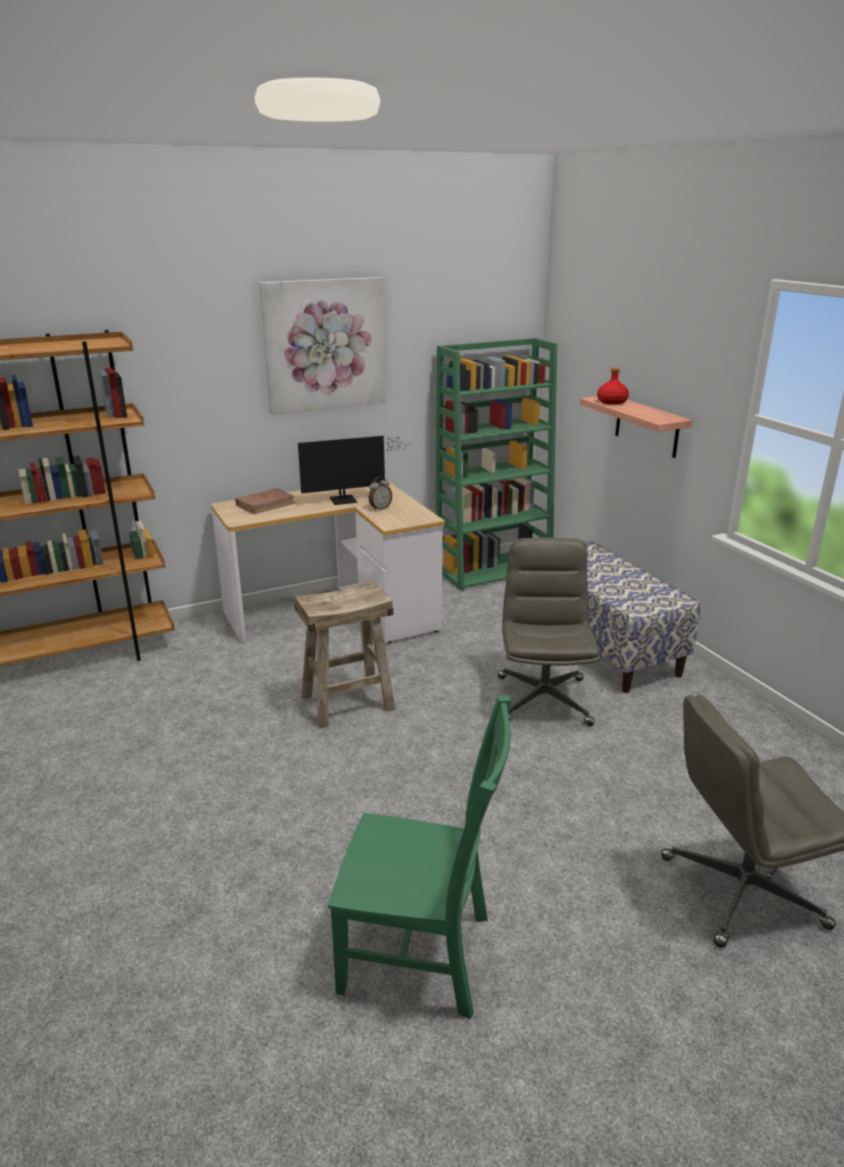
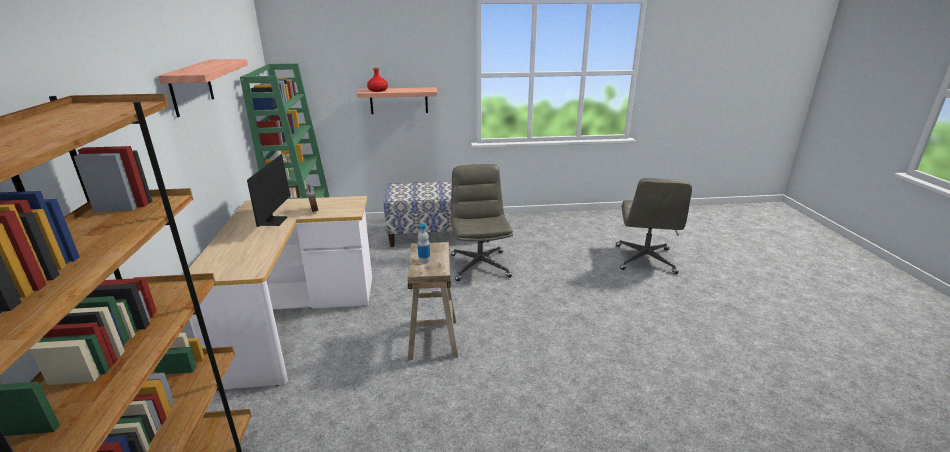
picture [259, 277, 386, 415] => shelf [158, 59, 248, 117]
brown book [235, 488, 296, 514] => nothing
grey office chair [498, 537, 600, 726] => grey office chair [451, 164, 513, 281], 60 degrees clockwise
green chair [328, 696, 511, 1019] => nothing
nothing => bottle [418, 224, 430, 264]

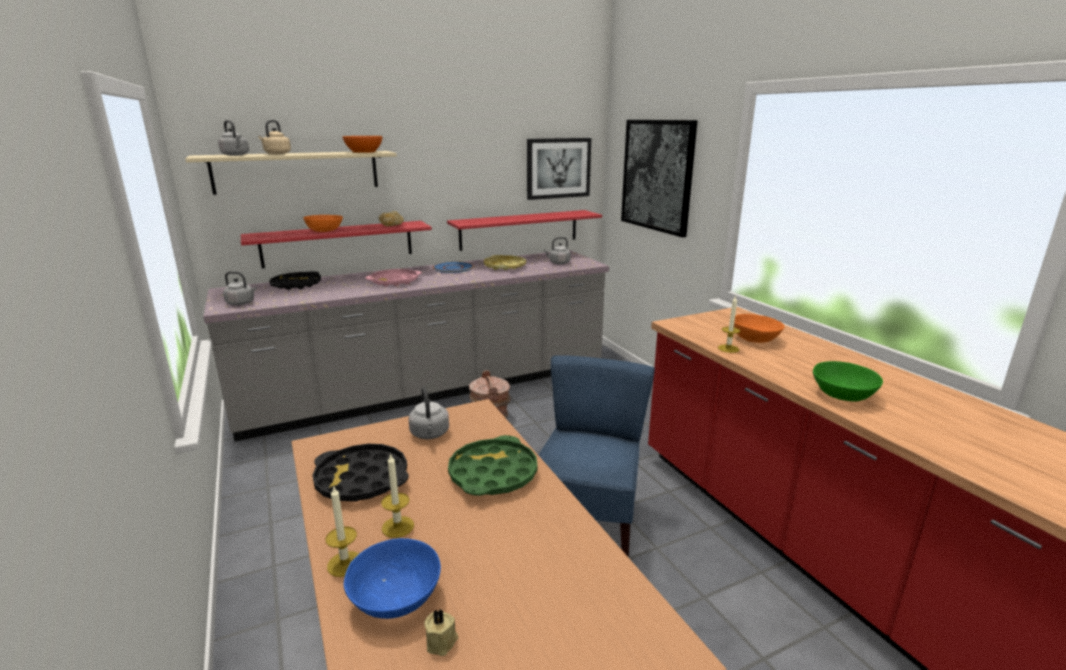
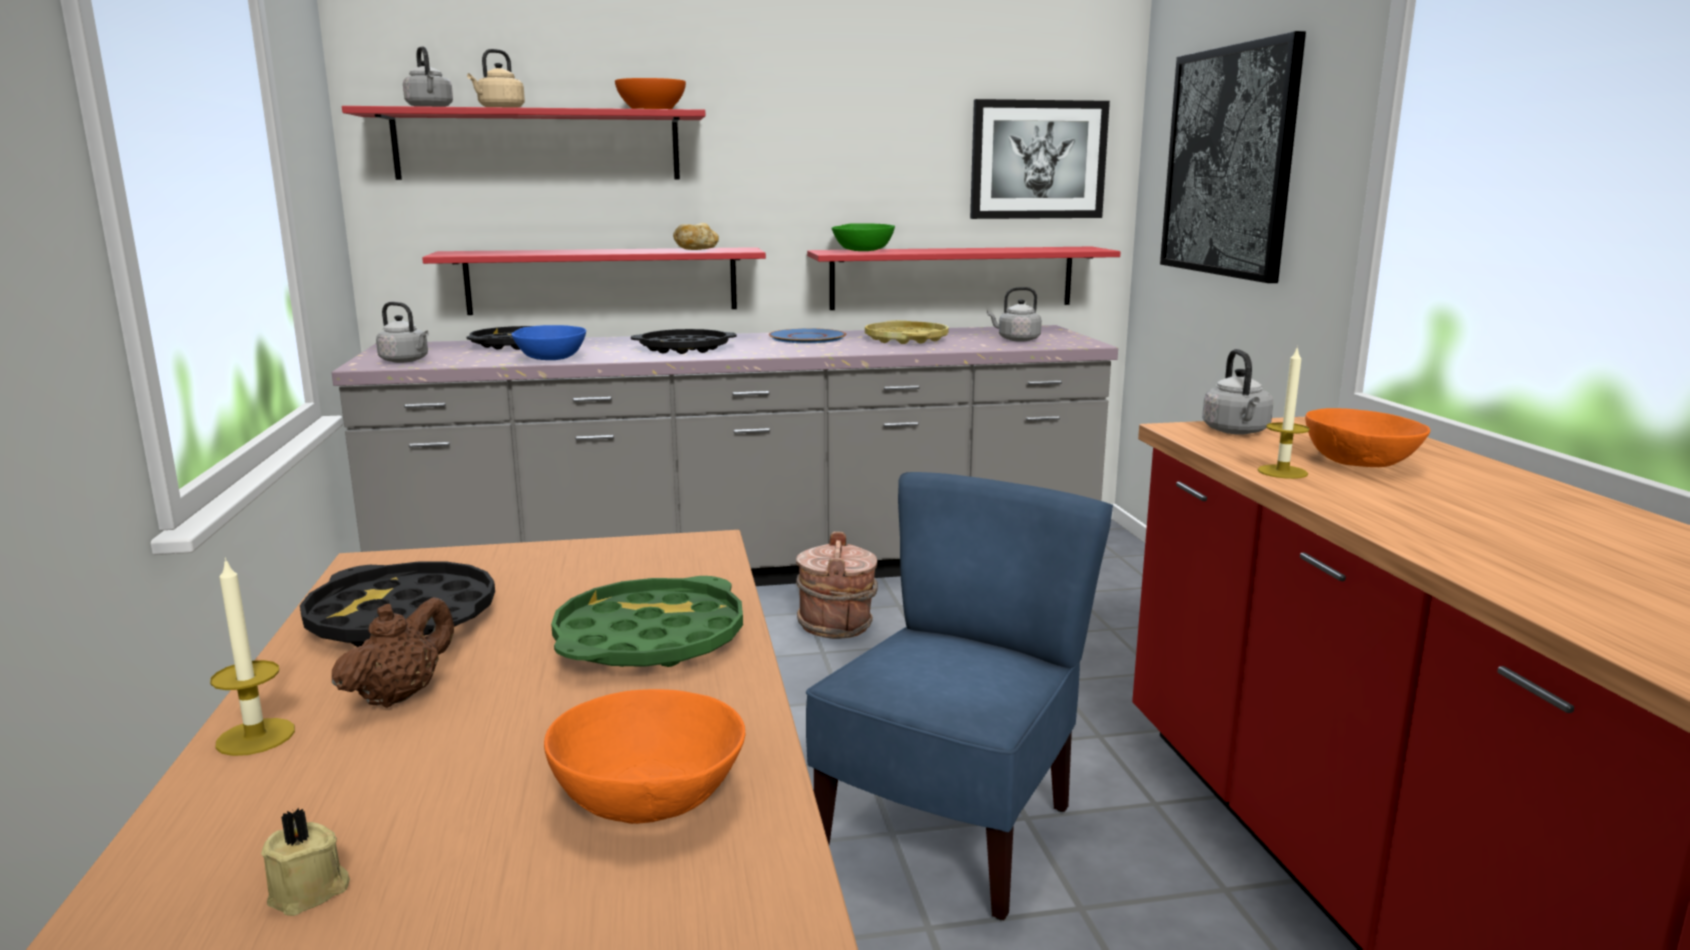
beige shelf [185, 151, 397, 195] => red shelf [342, 106, 705, 180]
orange bowl [304, 215, 343, 232] => orange bowl [544, 689, 745, 824], move
pink tray [365, 269, 422, 287] => black tray [631, 329, 737, 354]
green bowl [813, 361, 883, 402] => green bowl [831, 223, 895, 251], move
grey kettle [408, 386, 449, 439] => grey kettle [1202, 349, 1274, 435], move
candle [381, 453, 414, 538] => brown teapot [332, 597, 454, 708]
blue bowl [344, 538, 441, 619] => blue bowl [512, 325, 586, 360], move

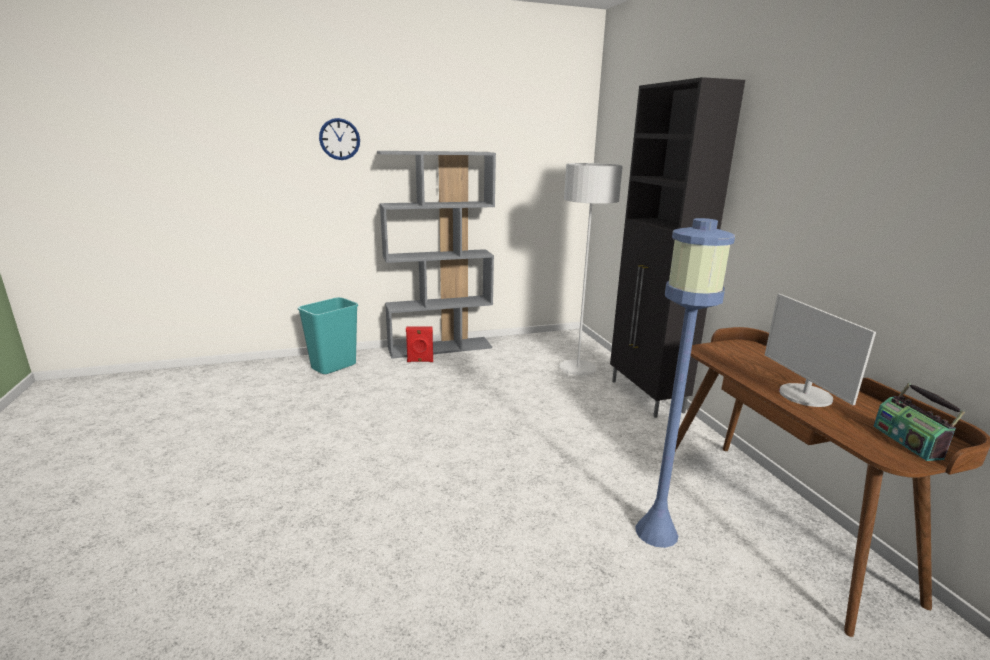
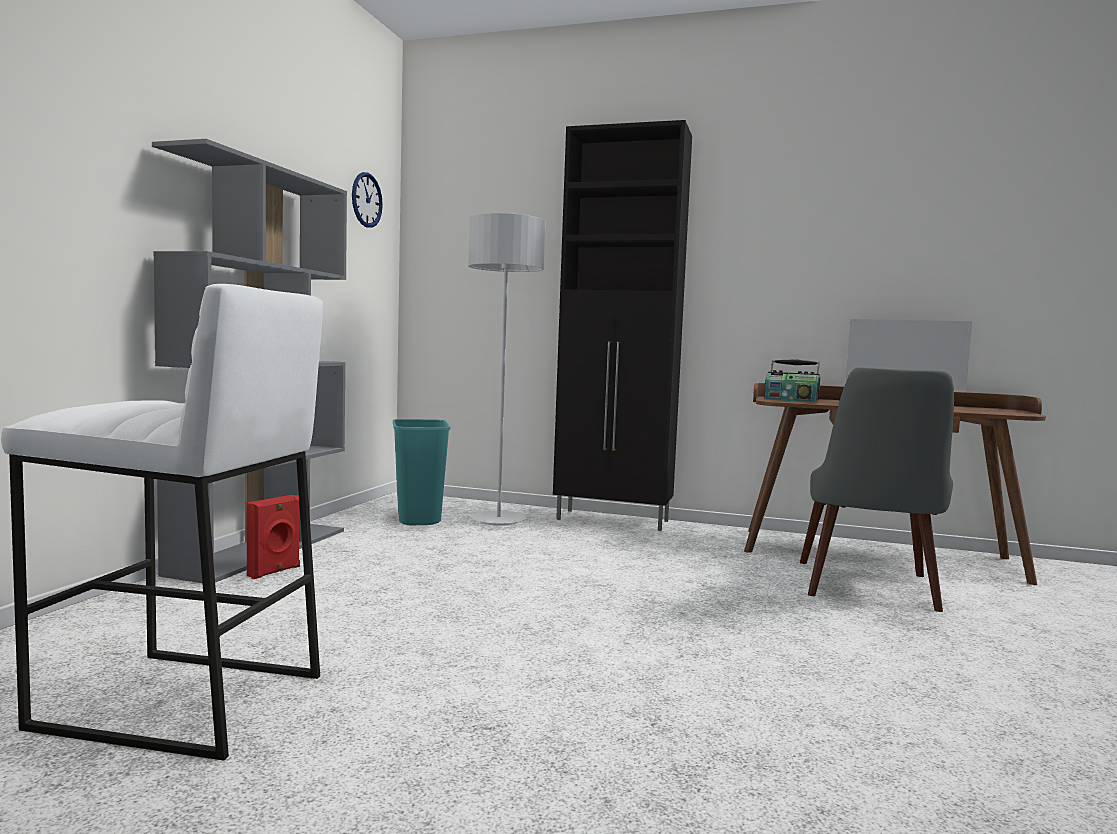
wall clock [319, 118, 360, 160] => wall clock [352, 172, 383, 228], move
blue floor lamp [635, 218, 735, 548] => grey chair [800, 367, 954, 612]
turquoise trash can [298, 297, 358, 374] => turquoise trash can [393, 419, 451, 525], move
radio [874, 383, 965, 461] => radio [764, 359, 820, 403], move
nothing => white stool [1, 284, 323, 760]

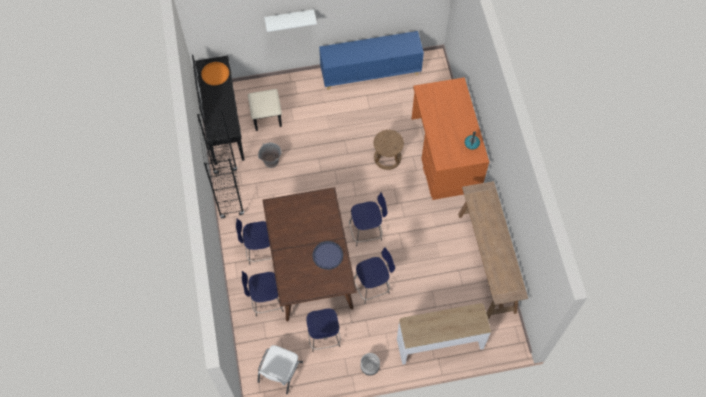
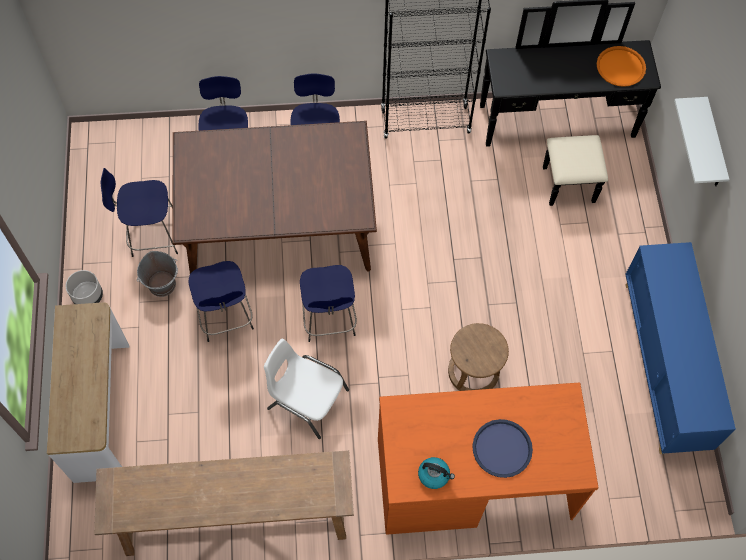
grey bucket [258, 142, 282, 168] => grey bucket [137, 251, 178, 297], move
blue tray [313, 241, 343, 270] => blue tray [472, 419, 533, 478], move
white chair [258, 345, 303, 394] => white chair [264, 339, 349, 439], move

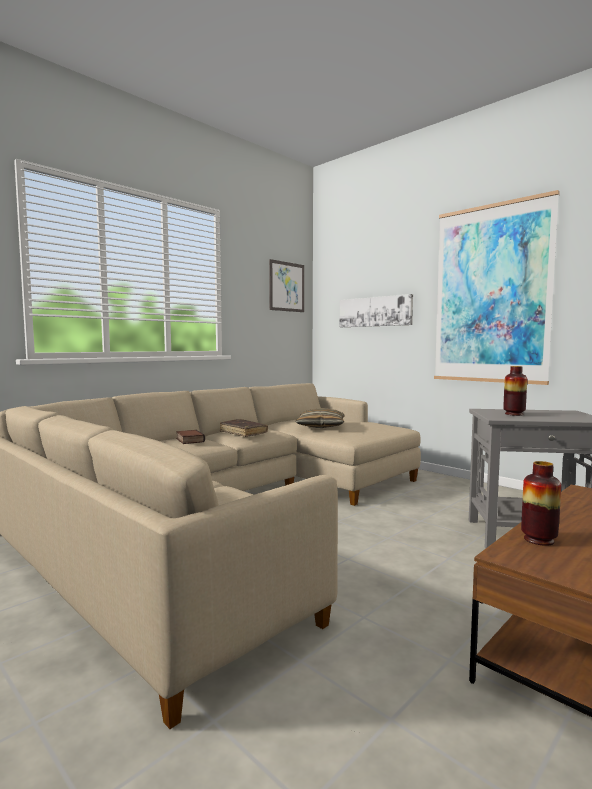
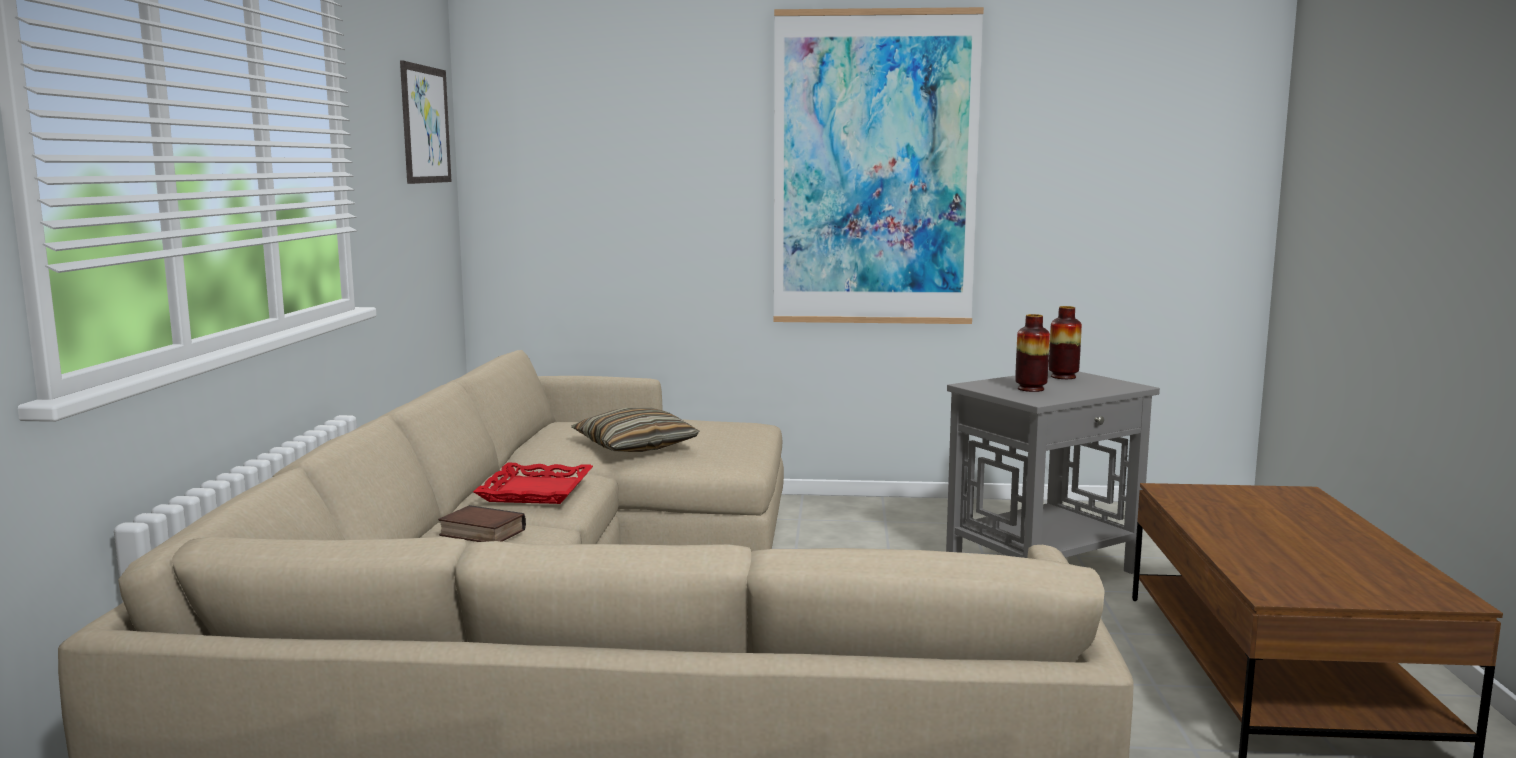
picture [340, 294, 413, 327] => nothing
brown book [220, 419, 268, 437] => red tray [473, 463, 593, 504]
vase [521, 461, 561, 546] => vase [1049, 306, 1082, 379], move

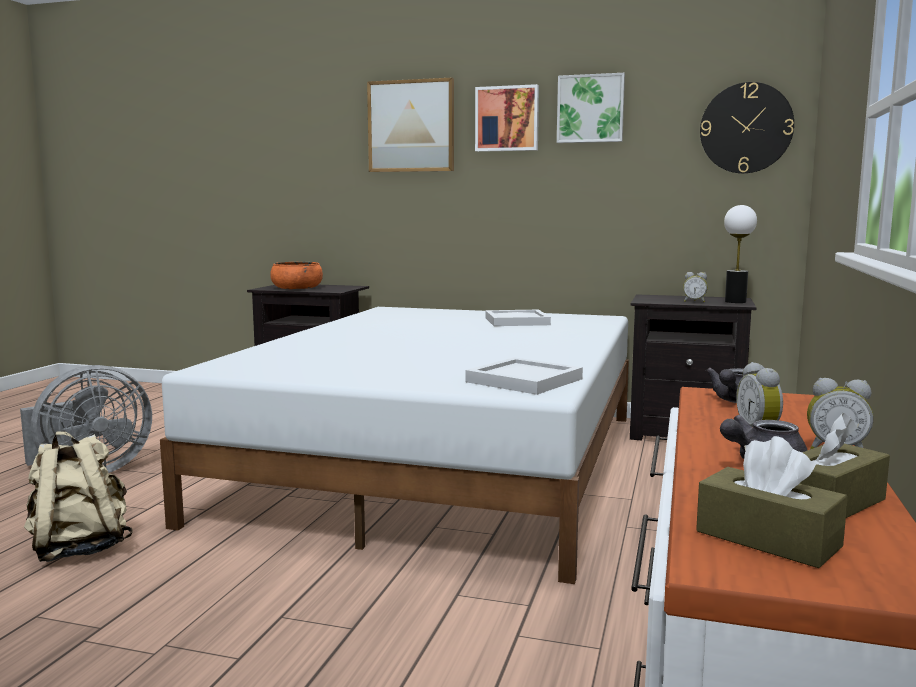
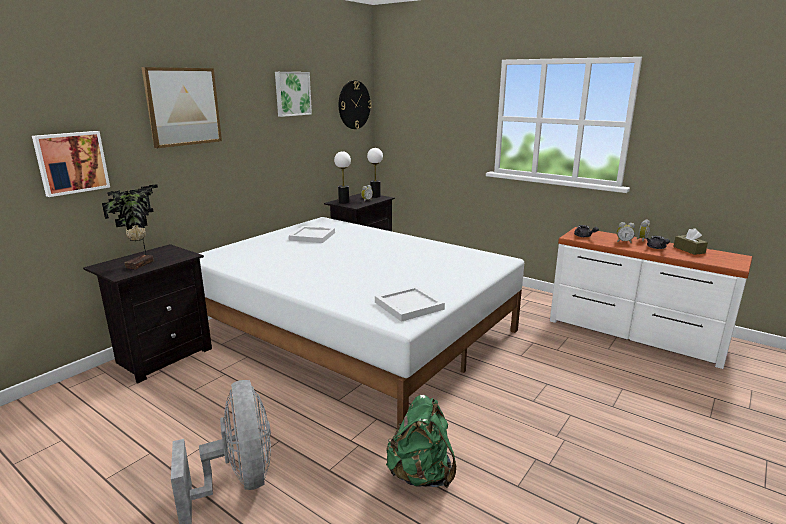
picture [475, 84, 539, 152] => picture [32, 131, 110, 197], move
orange bowl [270, 262, 323, 289] => potted plant [102, 184, 158, 269]
white tray [465, 357, 583, 395] => white tray [375, 286, 445, 322], move
beige backpack [24, 431, 133, 562] => green backpack [386, 395, 456, 488]
brown tissue box [696, 436, 848, 568] => nothing
nothing => table lamp [334, 151, 351, 204]

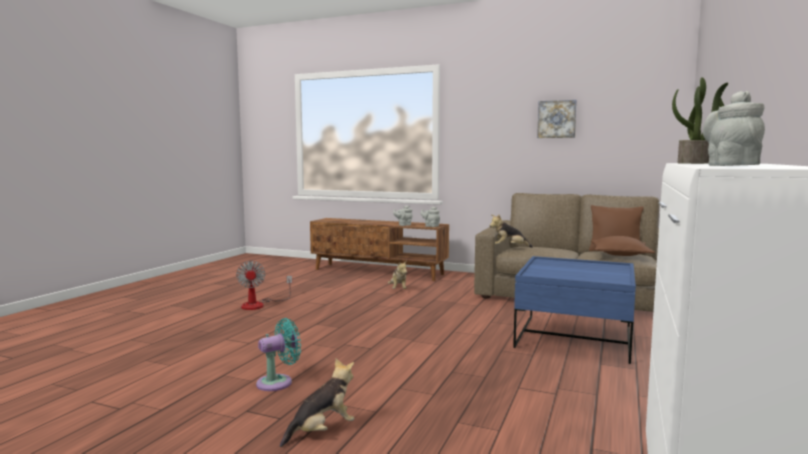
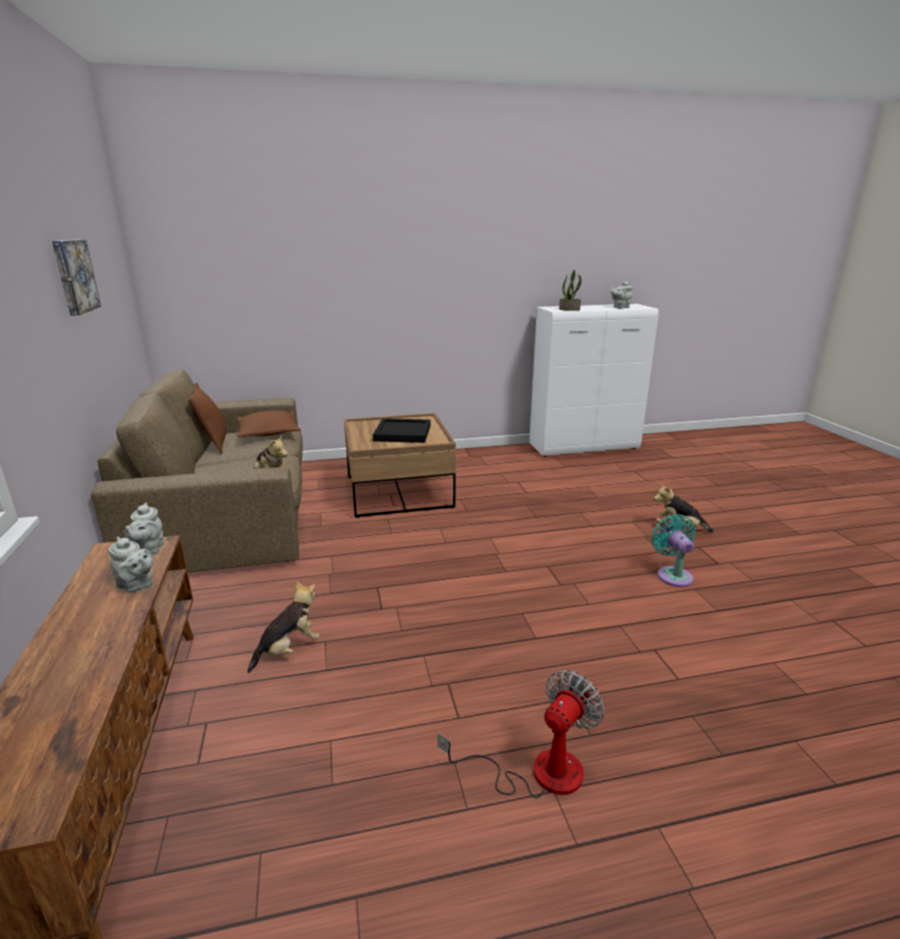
blue coffee table [513, 256, 636, 364] => brown coffee table [344, 413, 456, 518]
turquoise fan [256, 318, 301, 391] => turquoise fan [651, 514, 695, 587], 60 degrees clockwise
nothing => black tray [373, 418, 431, 443]

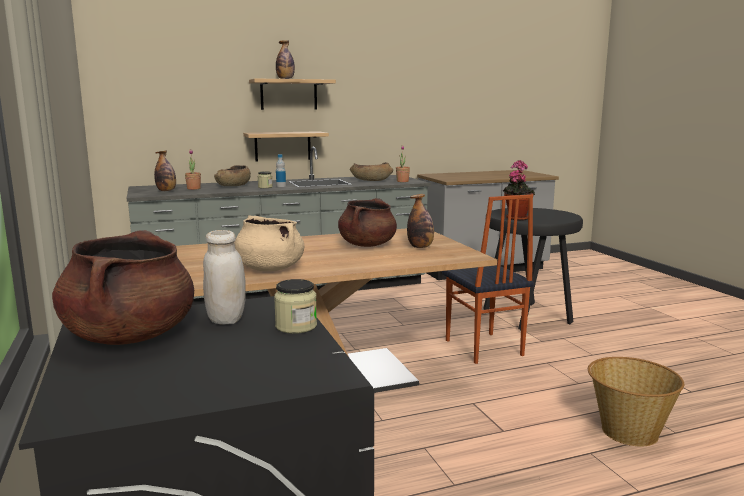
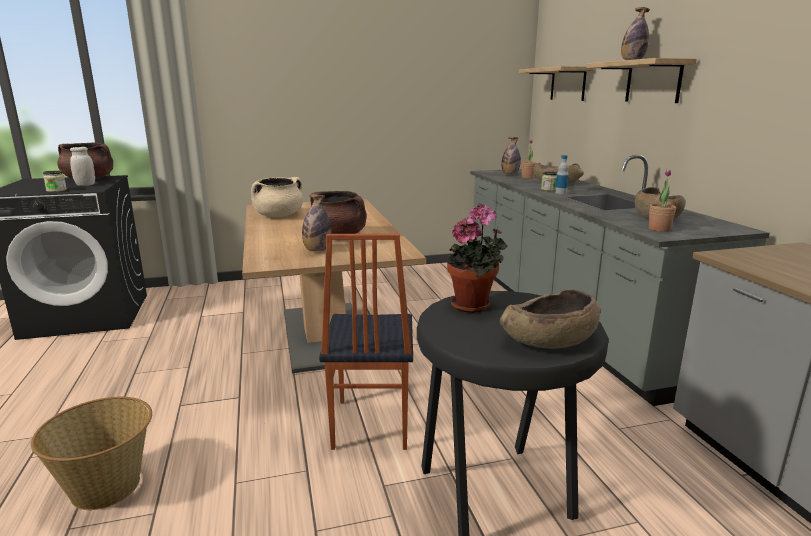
shelf [243, 131, 329, 161] => shelf [519, 66, 594, 101], move
chair [442, 194, 534, 364] => chair [319, 234, 413, 450], 75 degrees counterclockwise
nothing => brown bowl [500, 289, 601, 349]

